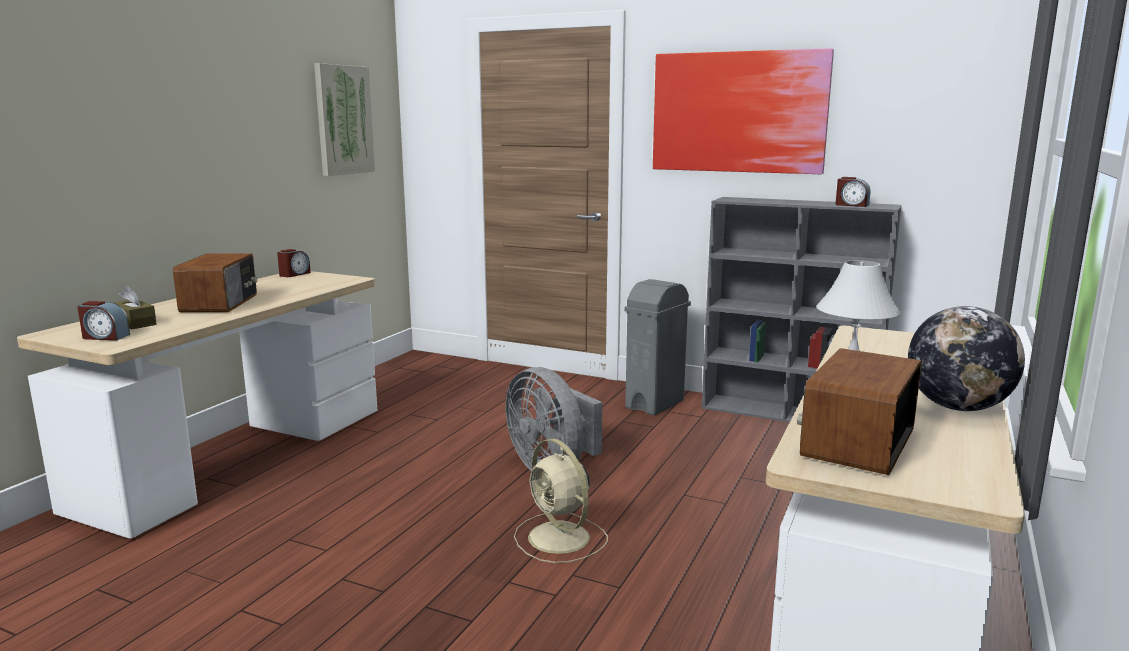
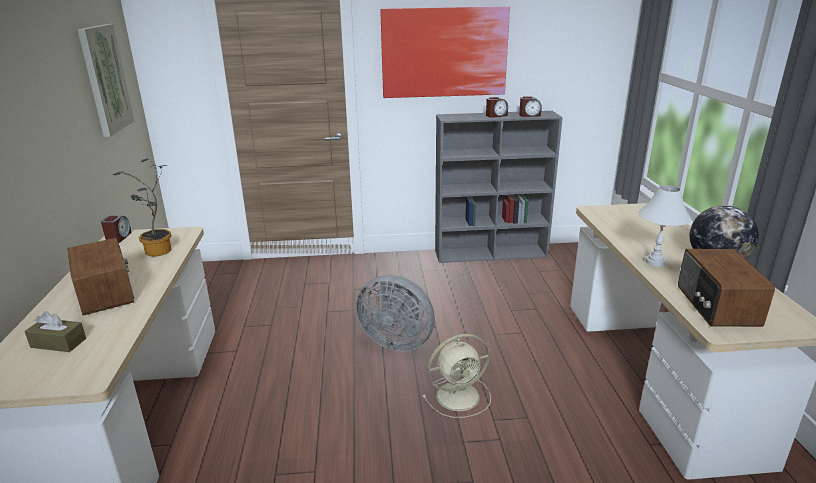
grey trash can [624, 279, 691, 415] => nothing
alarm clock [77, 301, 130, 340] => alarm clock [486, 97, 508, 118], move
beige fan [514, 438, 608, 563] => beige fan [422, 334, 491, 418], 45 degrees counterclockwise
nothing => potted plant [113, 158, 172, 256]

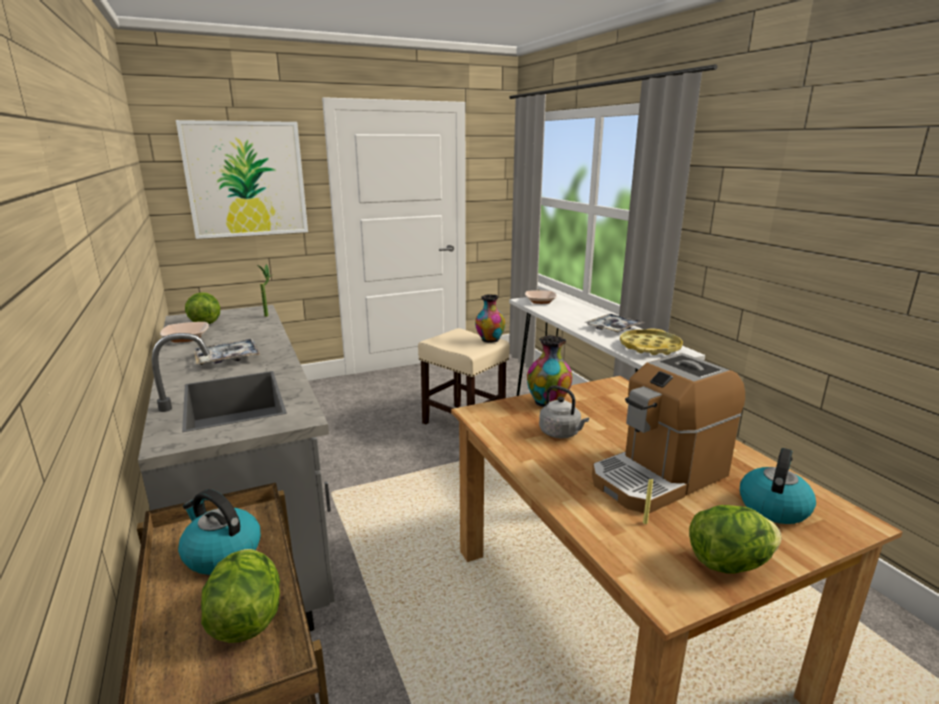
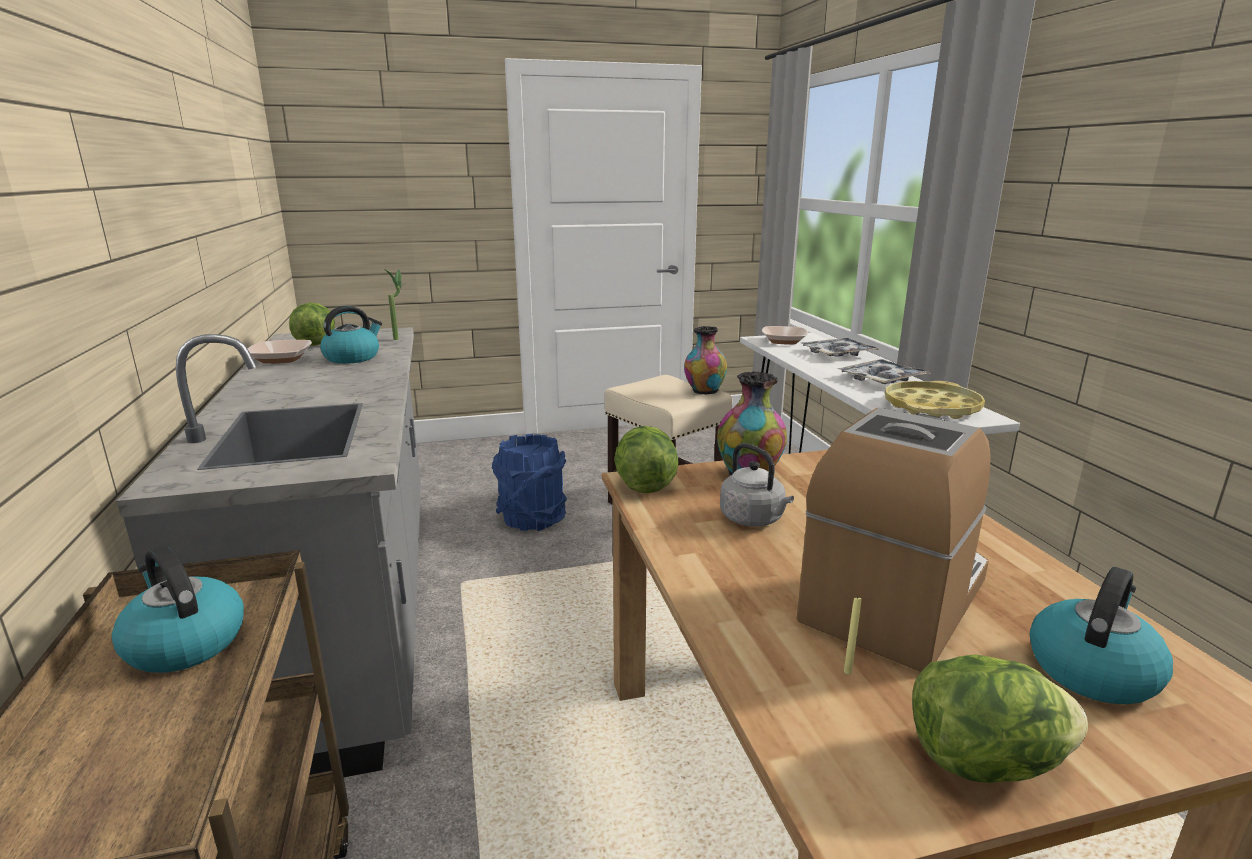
picture [176, 120, 308, 239] => nothing
tray [194, 339, 260, 365] => tray [802, 338, 879, 357], move
coffee machine [592, 353, 745, 513] => coffee machine [797, 408, 991, 672], 150 degrees clockwise
lettuce [201, 549, 280, 643] => lettuce [614, 426, 679, 494], move
nothing => kettle [320, 306, 382, 364]
nothing => blue bucket [492, 434, 567, 531]

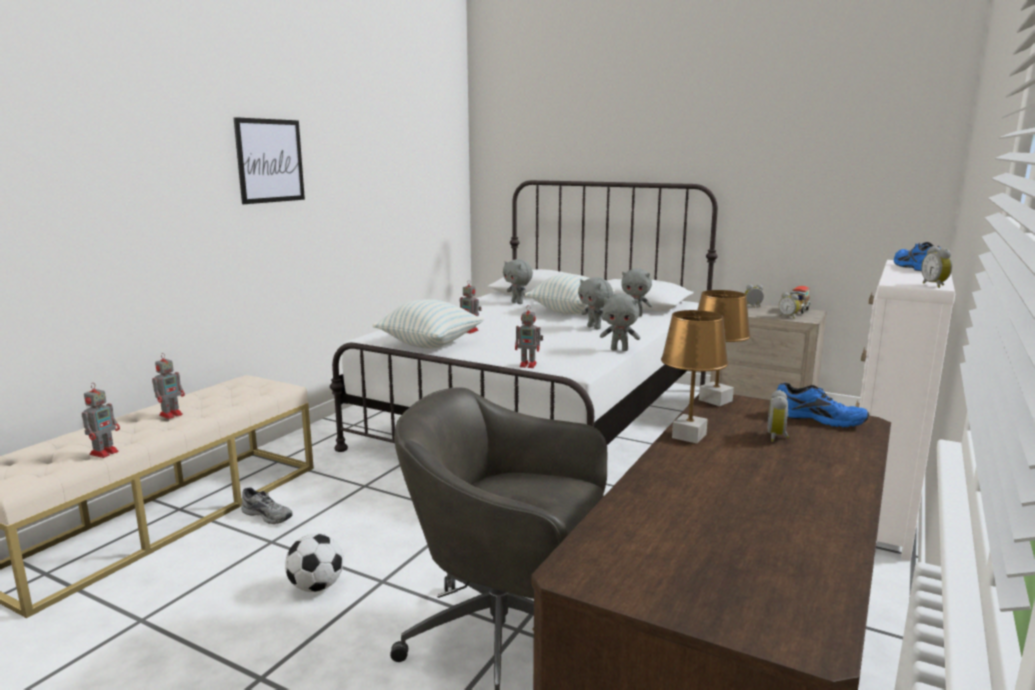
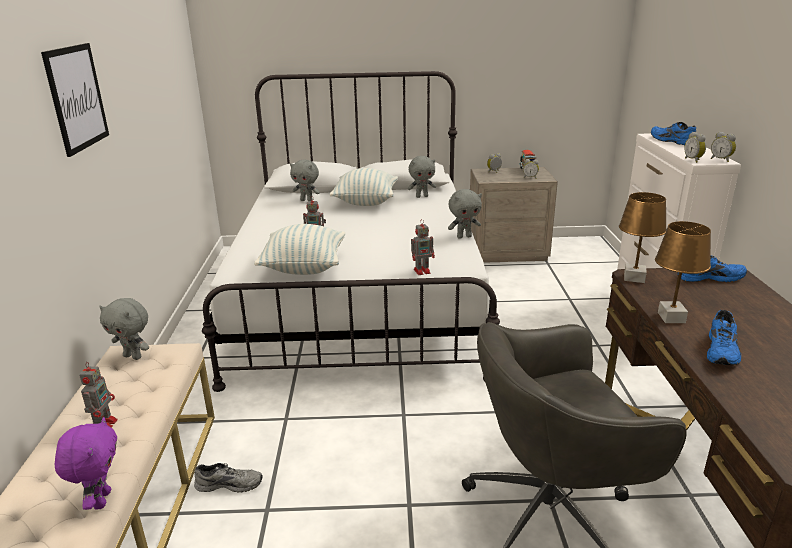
grey plush toy [578, 277, 613, 329] => grey plush toy [99, 298, 149, 360], move
toy robot [82, 384, 120, 458] => purple plush toy [54, 417, 117, 510]
alarm clock [768, 390, 789, 442] => alarm clock [684, 132, 706, 163], move
football [285, 533, 344, 592] => nothing
nothing => blue shoe [707, 310, 741, 365]

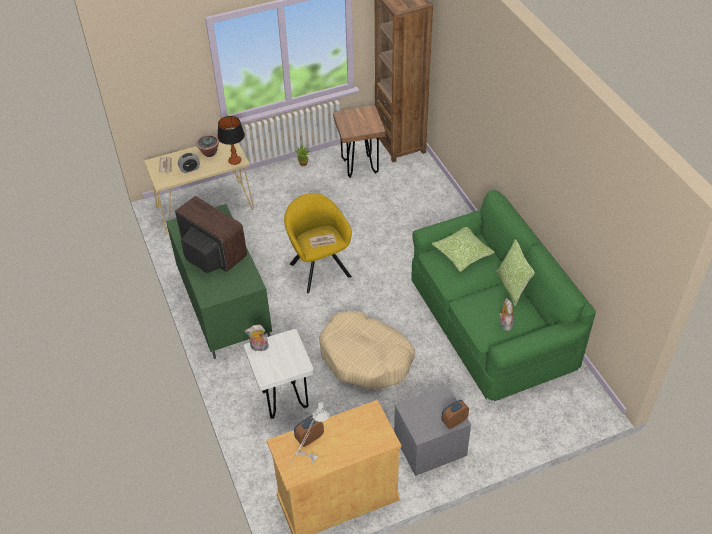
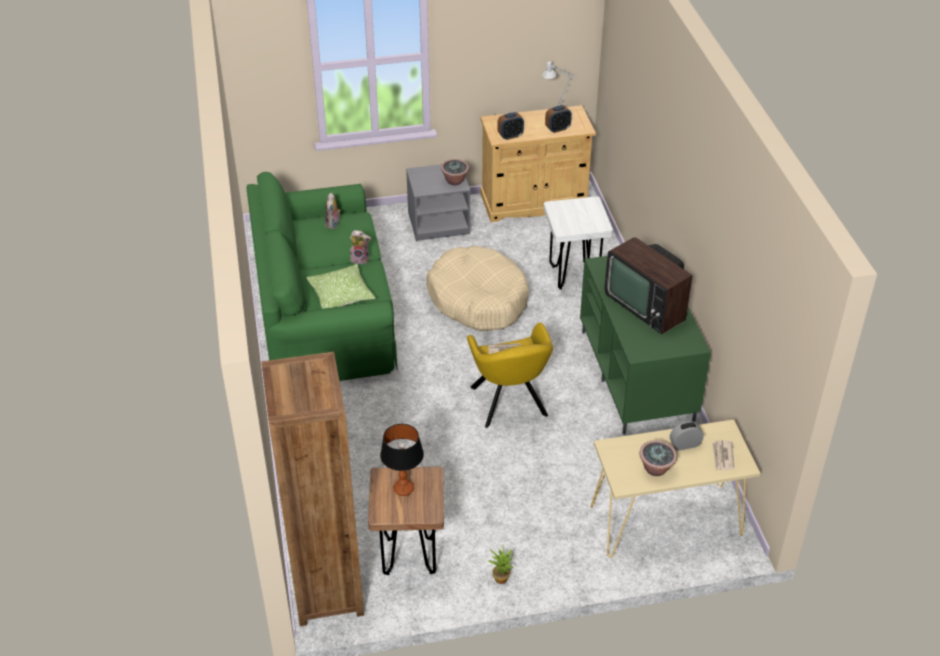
table lamp [217, 116, 245, 165] => table lamp [380, 424, 424, 496], move
pillow [496, 239, 535, 306] => nothing
plush toy [245, 325, 269, 351] => plush toy [350, 230, 371, 264], move
alarm clock [441, 400, 469, 429] => alarm clock [497, 112, 524, 140], move
nothing => potted plant [441, 159, 469, 185]

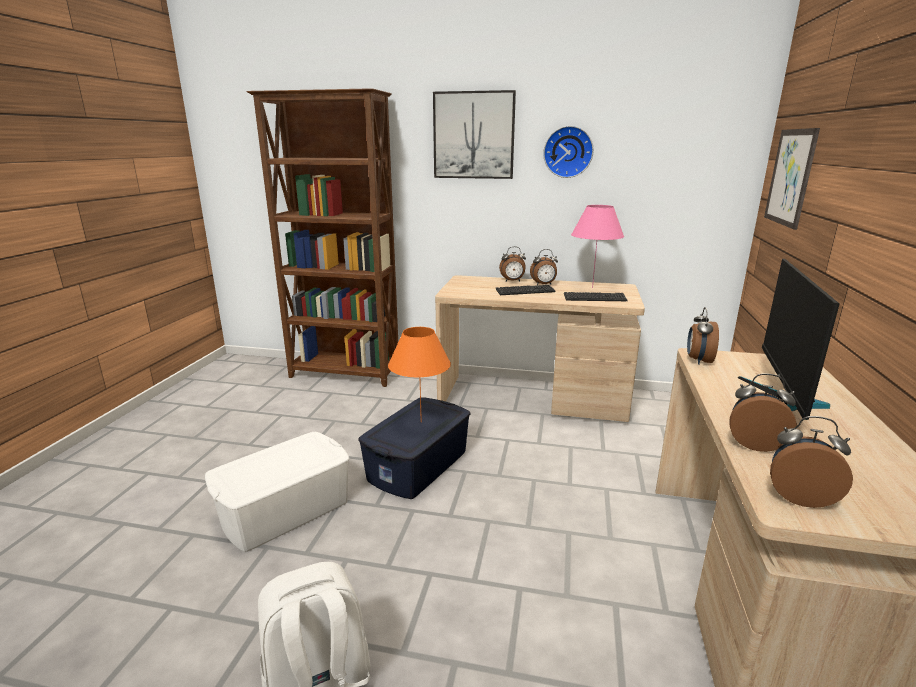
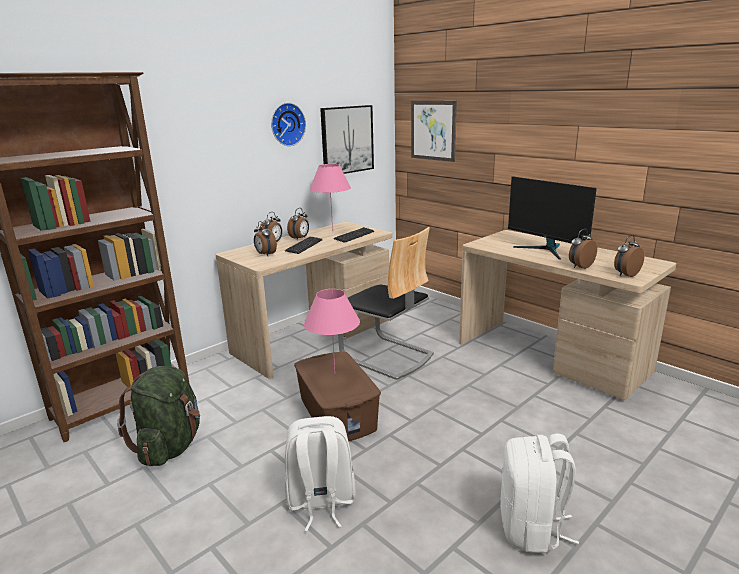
picture [433, 90, 516, 179] => picture [320, 105, 374, 174], move
alarm clock [687, 307, 719, 365] => alarm clock [254, 221, 277, 256], move
orange table lamp [388, 327, 451, 422] => pink table lamp [304, 289, 360, 373]
blue storage box [358, 397, 470, 499] => brown storage box [294, 352, 381, 441]
white storage box [205, 432, 349, 552] => white backpack [285, 416, 356, 531]
nothing => chair [338, 227, 434, 380]
nothing => green backpack [117, 366, 200, 466]

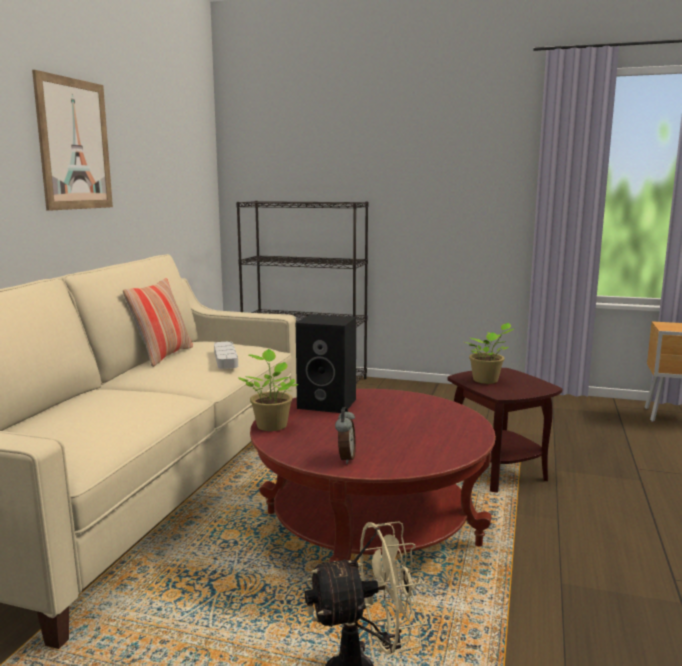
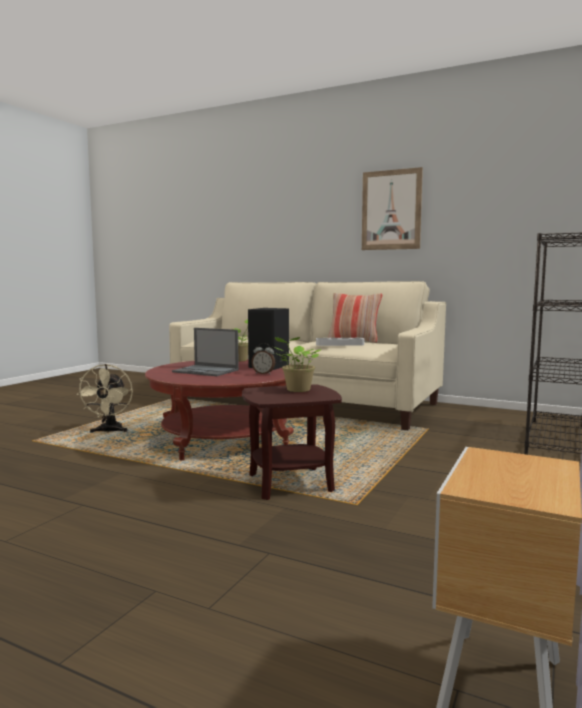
alarm clock [335, 407, 356, 464] => alarm clock [251, 343, 276, 374], move
nothing => laptop [172, 328, 239, 376]

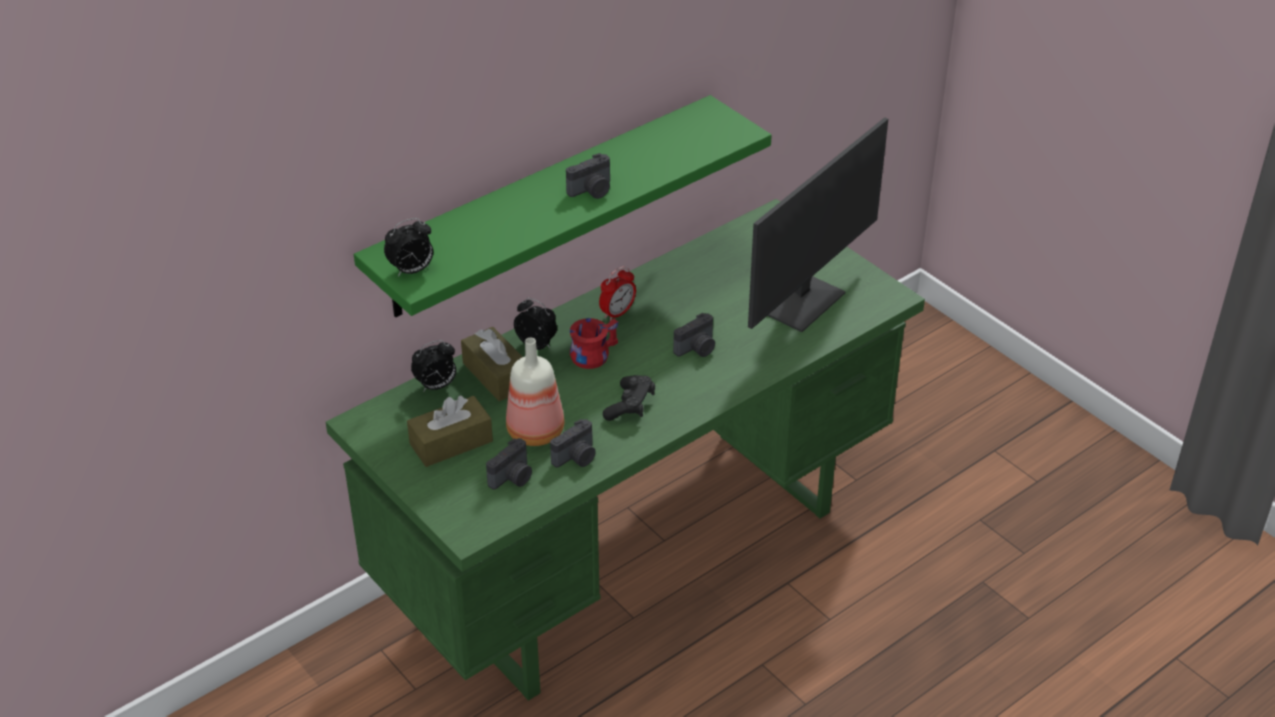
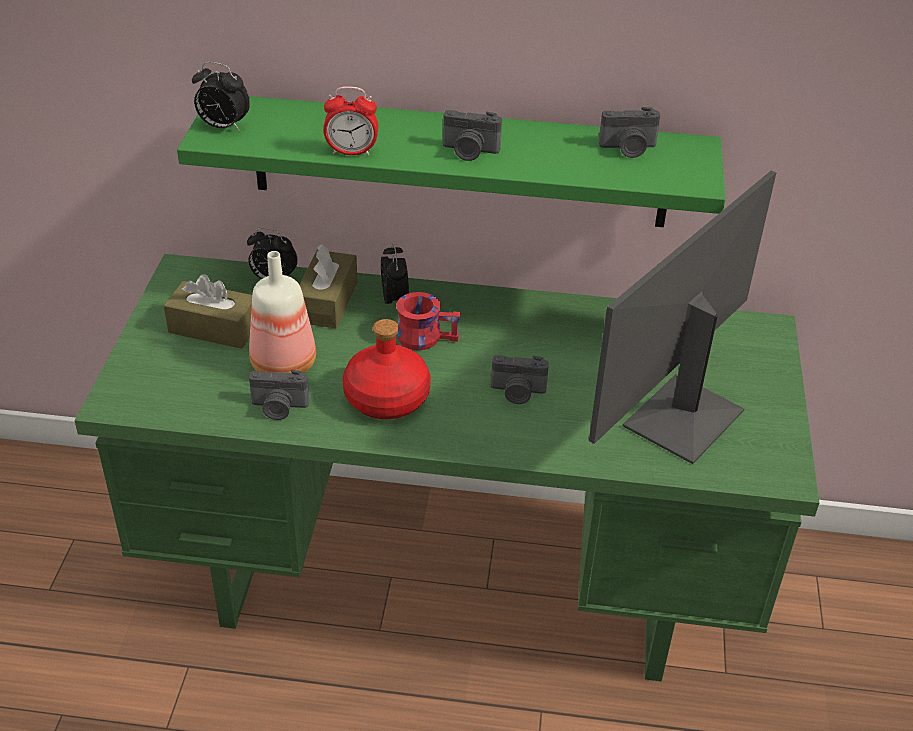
monitor [748, 117, 888, 332] => monitor [589, 171, 776, 464], 135 degrees clockwise
alarm clock [599, 266, 636, 321] => alarm clock [323, 86, 378, 156], move
black game controller [603, 375, 655, 421] => red bottle [343, 319, 431, 419]
photo camera [486, 438, 532, 489] => photo camera [599, 107, 660, 158], move

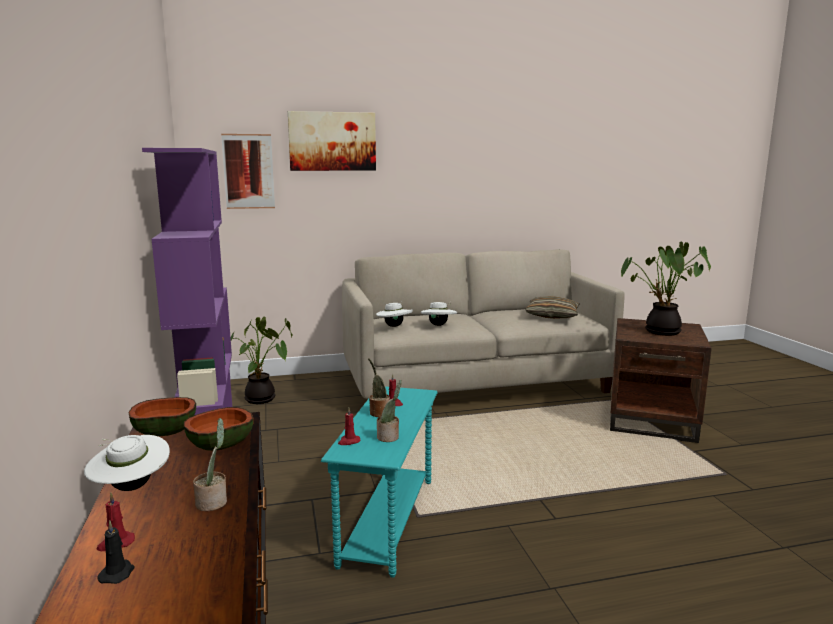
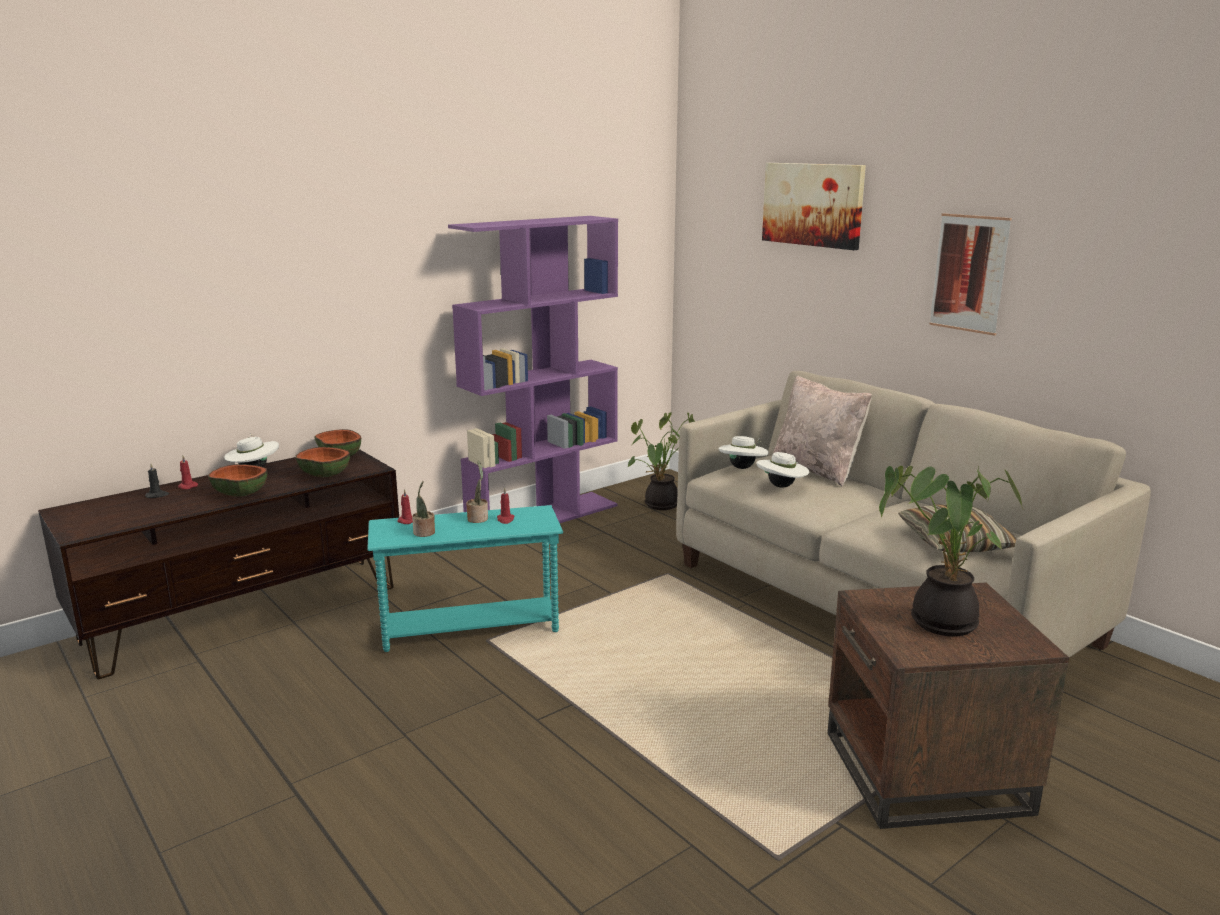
picture [221, 134, 275, 209] => picture [929, 213, 1012, 336], move
potted plant [193, 418, 227, 511] => bowl [208, 464, 267, 497]
nothing => beige pillow [773, 376, 872, 487]

